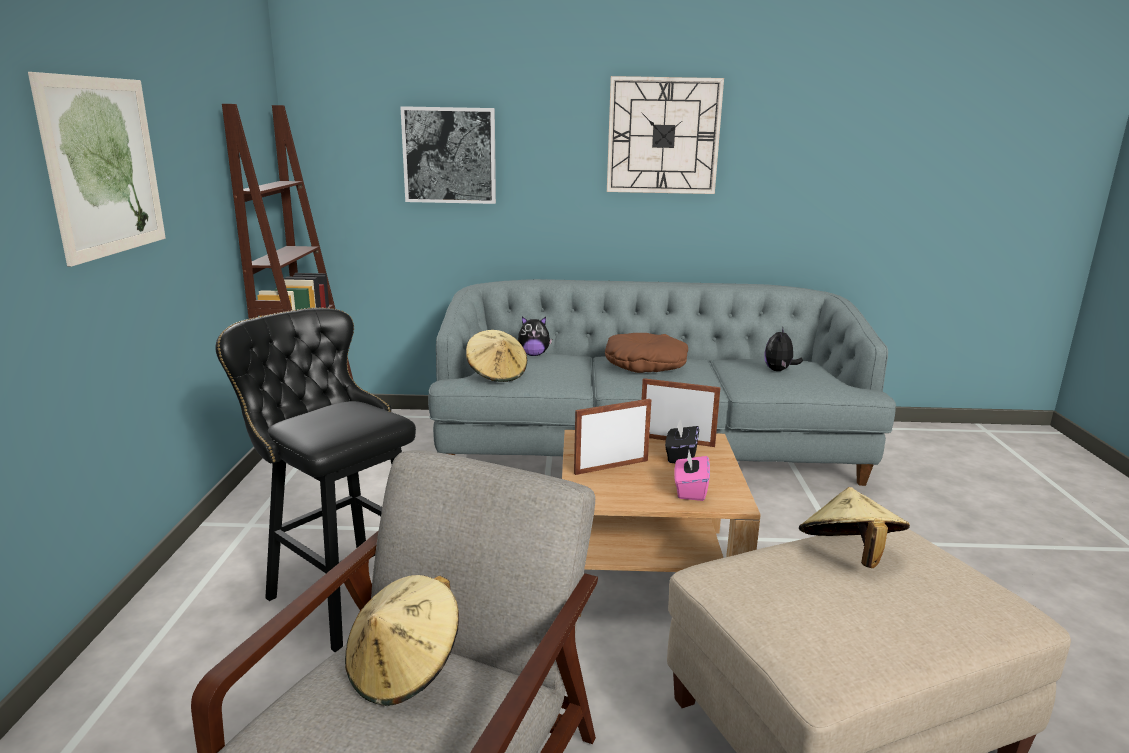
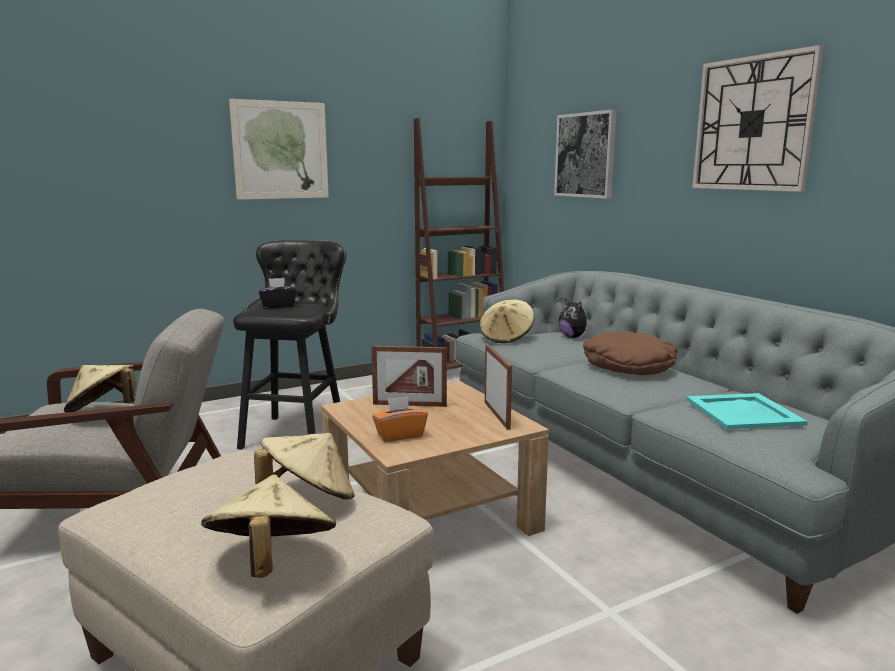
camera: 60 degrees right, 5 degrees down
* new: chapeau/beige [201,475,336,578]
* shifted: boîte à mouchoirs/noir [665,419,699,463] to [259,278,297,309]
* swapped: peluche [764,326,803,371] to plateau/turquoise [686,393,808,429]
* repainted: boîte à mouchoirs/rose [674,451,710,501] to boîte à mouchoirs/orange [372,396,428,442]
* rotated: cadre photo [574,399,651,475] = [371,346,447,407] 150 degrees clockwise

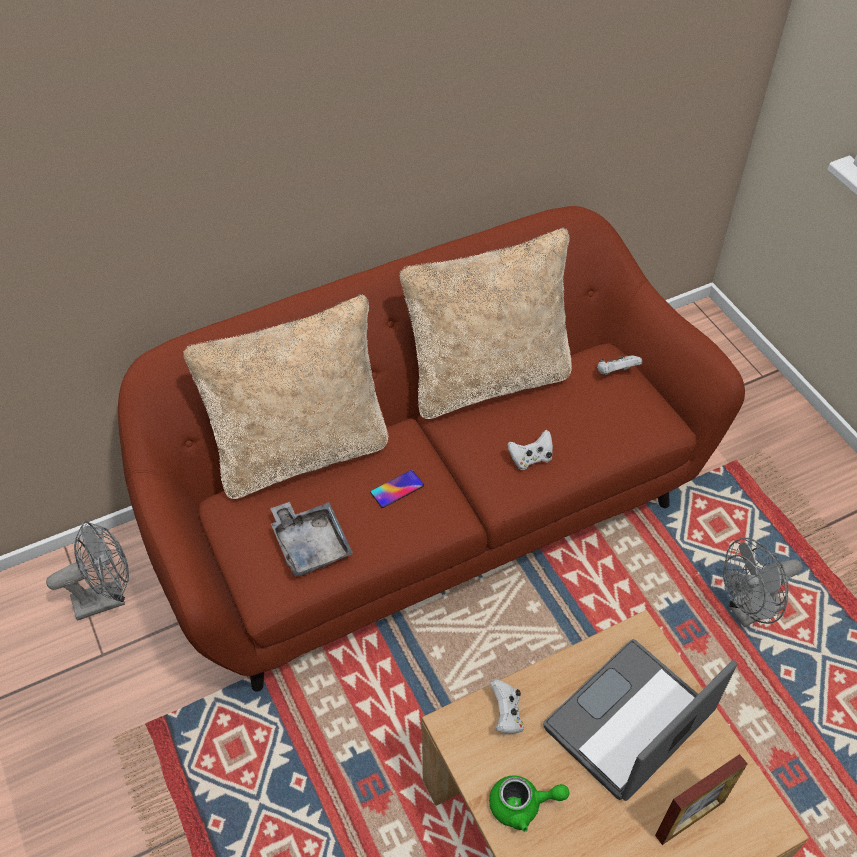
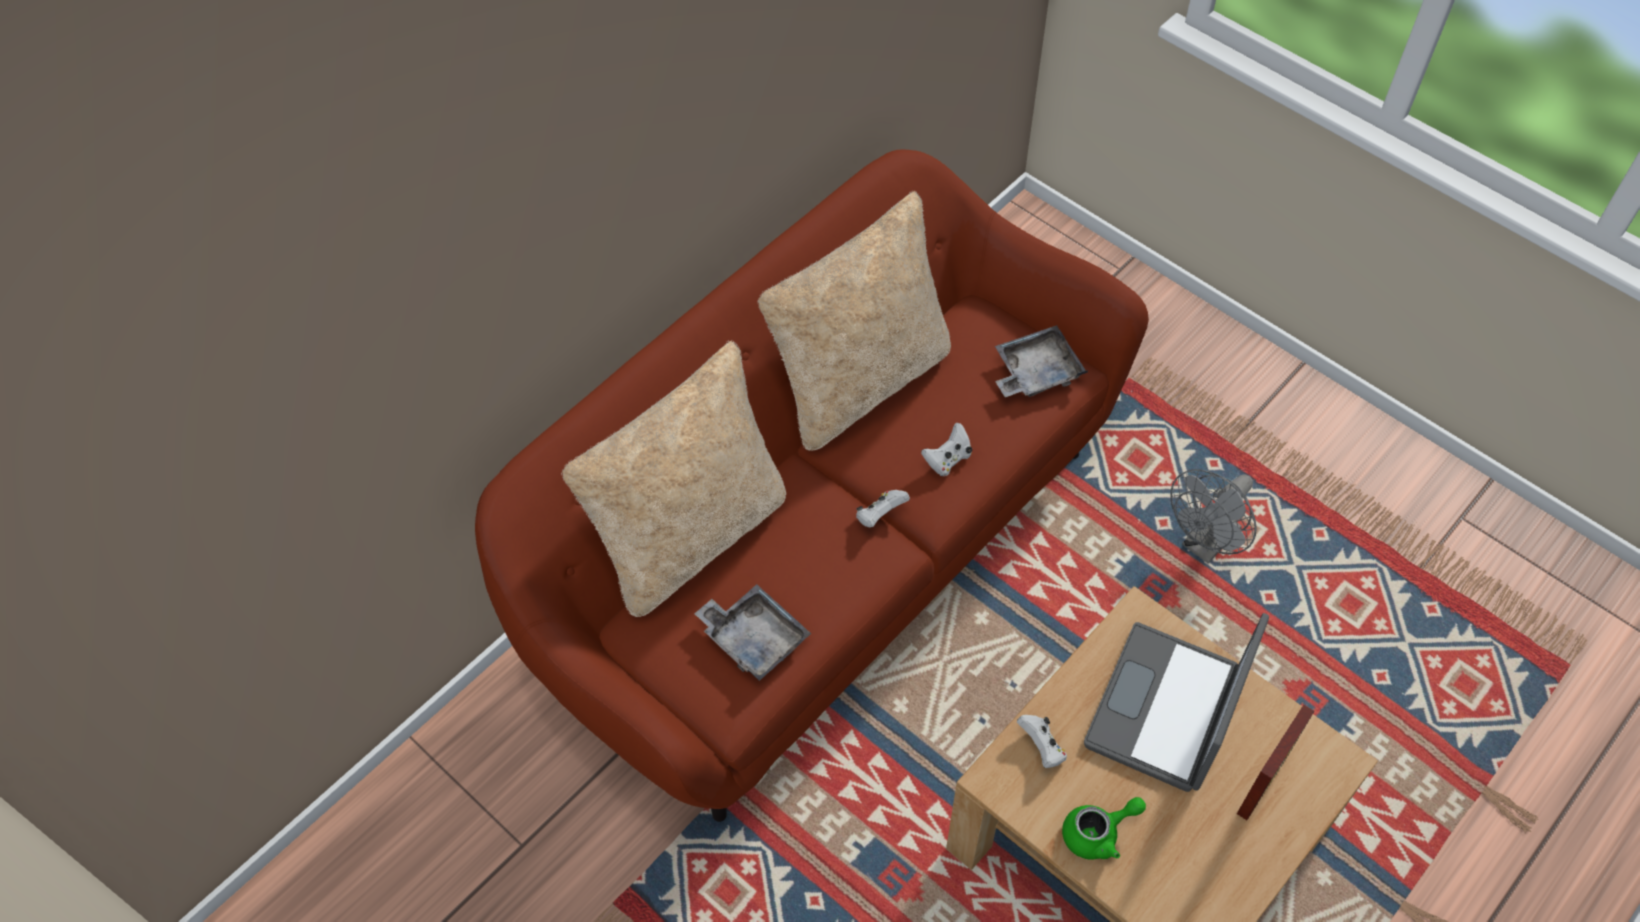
camera: 20 degrees left, 5 degrees up
* gone: ventilateur/gris [46,521,129,621]
* gone: téléphone [370,470,424,508]
* new: plateau/gris [995,325,1088,397]
* shifted: manette/blanc [597,355,642,375] to [856,490,910,528]

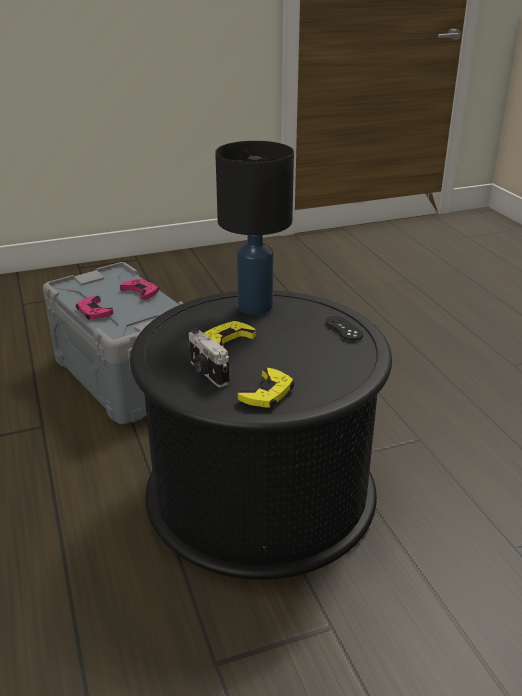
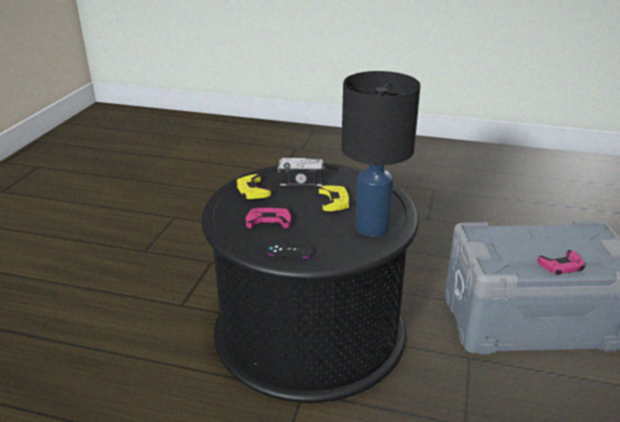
camera: 125 degrees right, 0 degrees up
* shifted: manette/rose [76,296,113,319] to [246,208,291,229]

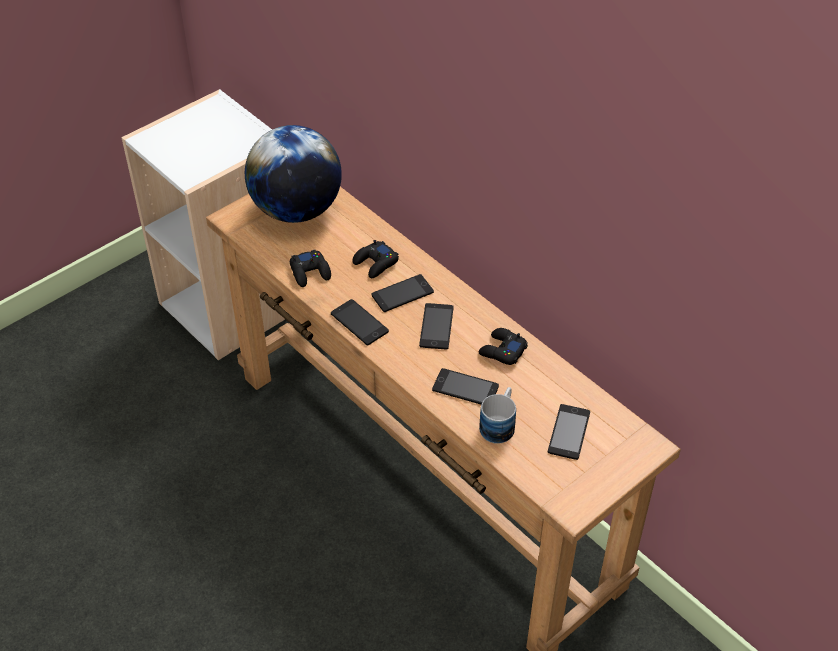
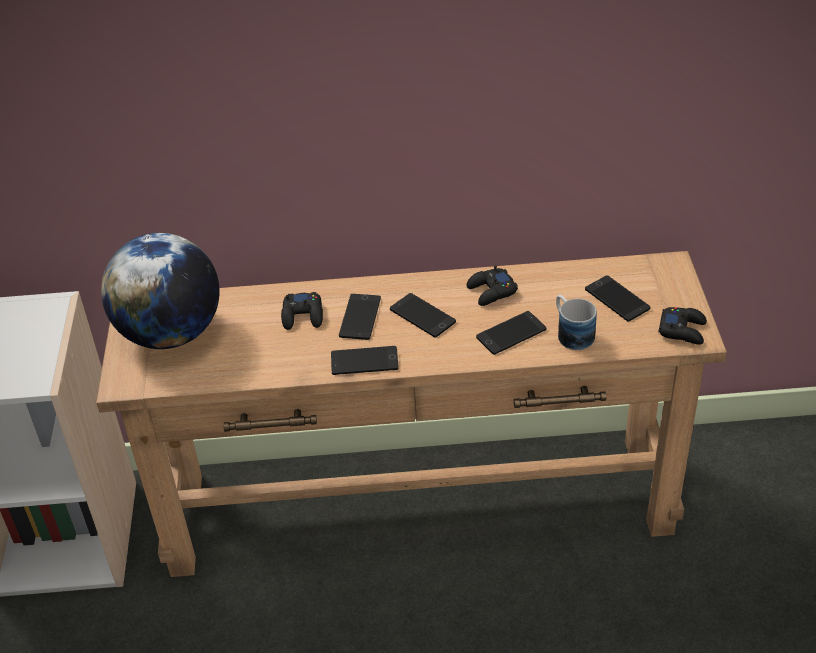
camera: 50 degrees left, 5 degrees down
* shifted: manette/noir [290,250,331,287] to [659,307,707,345]

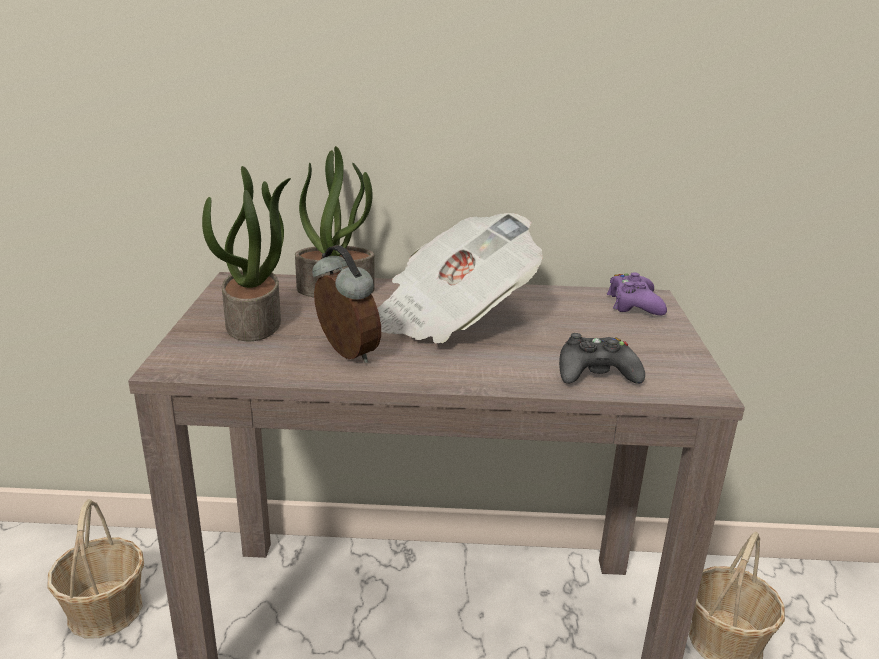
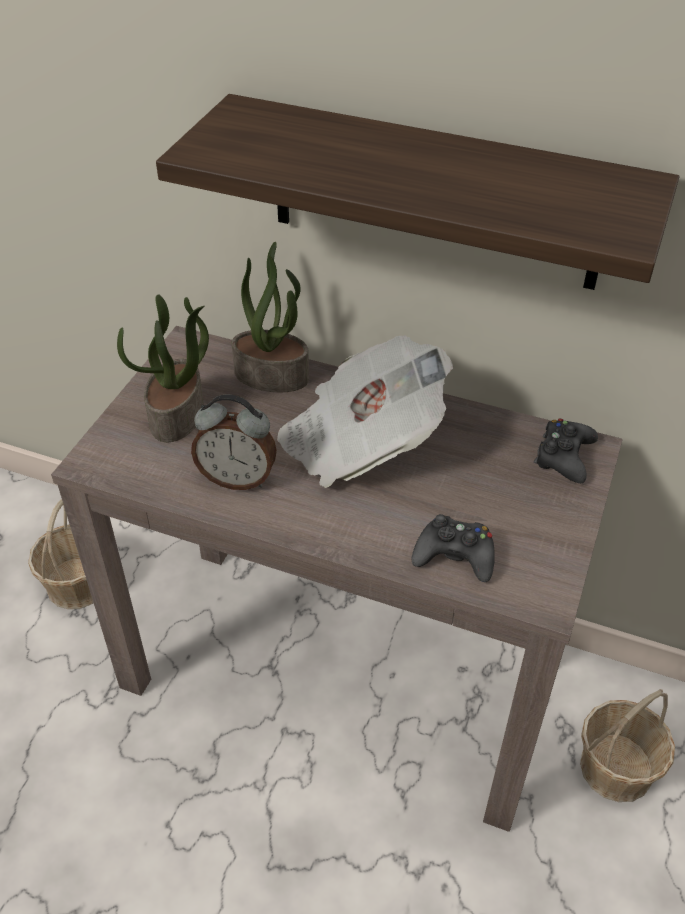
camera: 20 degrees right, 20 degrees up
* new: étagère [156,94,679,290]
* repainted: manette/violet [607,272,667,315] to manette/noir [534,419,598,483]
* rotated: réveil [312,245,381,363] = [191,394,277,490] 120 degrees clockwise

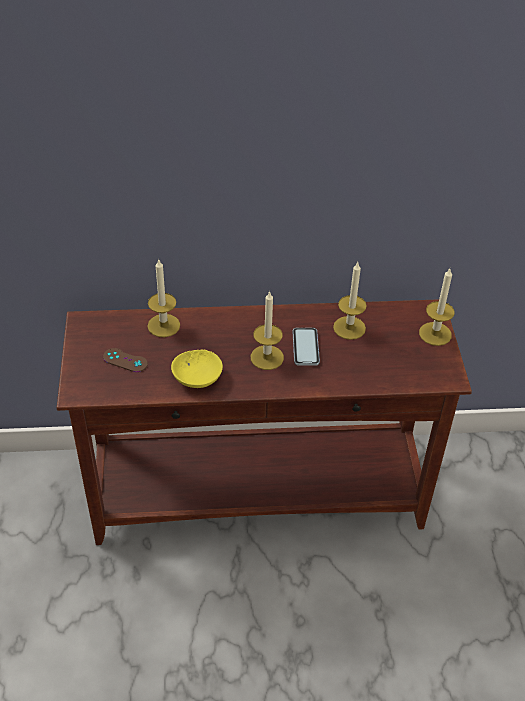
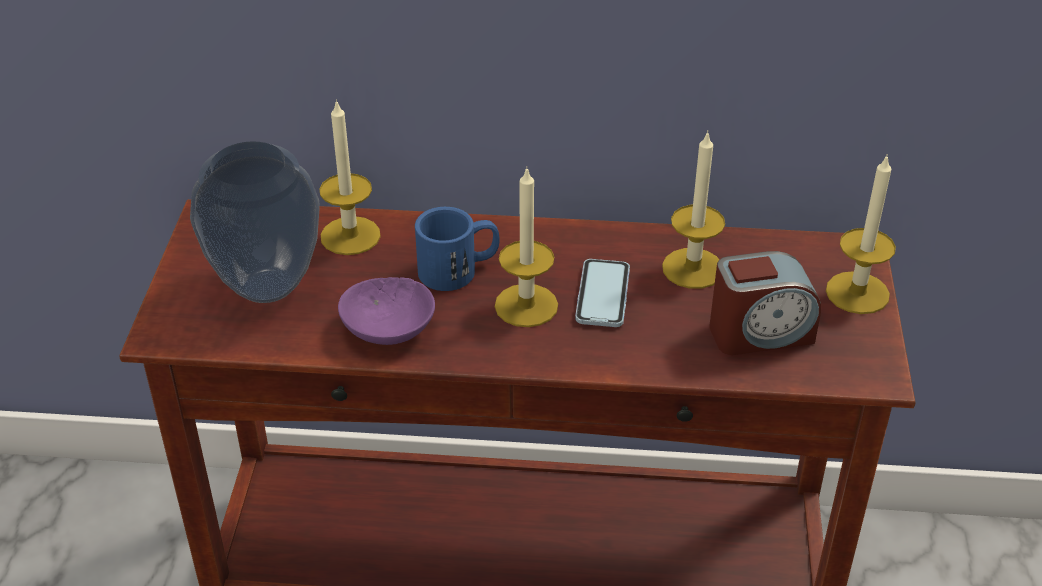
camera: 10 degrees right, 5 degrees down
* new: mug/bleu [415,207,500,291]
* new: réveil [709,251,821,355]
* swapped: manette/marron [103,348,148,372] to vase [190,141,320,303]
* repainted: bol/jaune [171,350,223,388] to bol/violet [338,277,435,345]

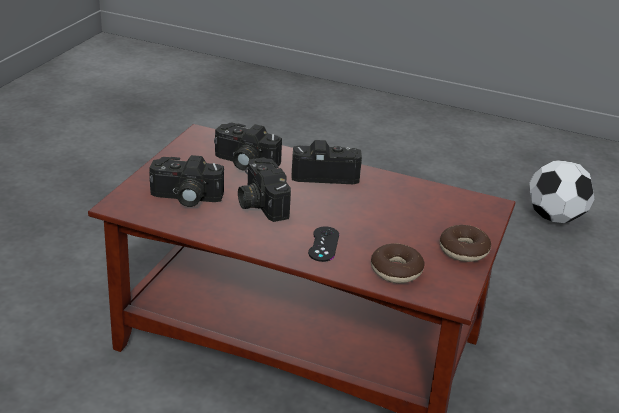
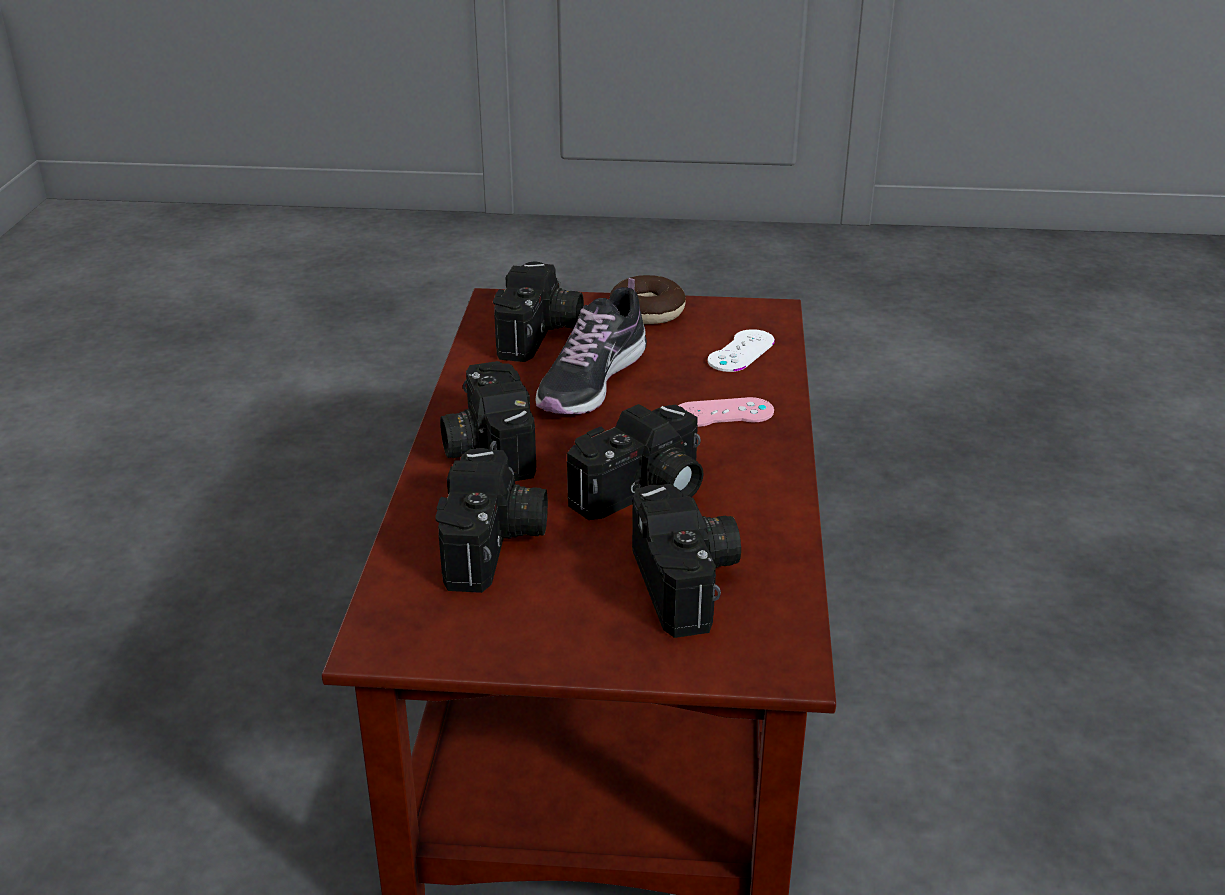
camera: 105 degrees left, 0 degrees up
* gone: ballon de foot [529,160,594,223]
* new: appareil photo [493,262,584,362]
* new: chaussure [536,278,647,414]
* swapped: beignet [371,243,425,283] to manette/blanc [708,329,775,372]
* repainted: manette/noir [308,226,339,262] to manette/rose [678,397,774,427]

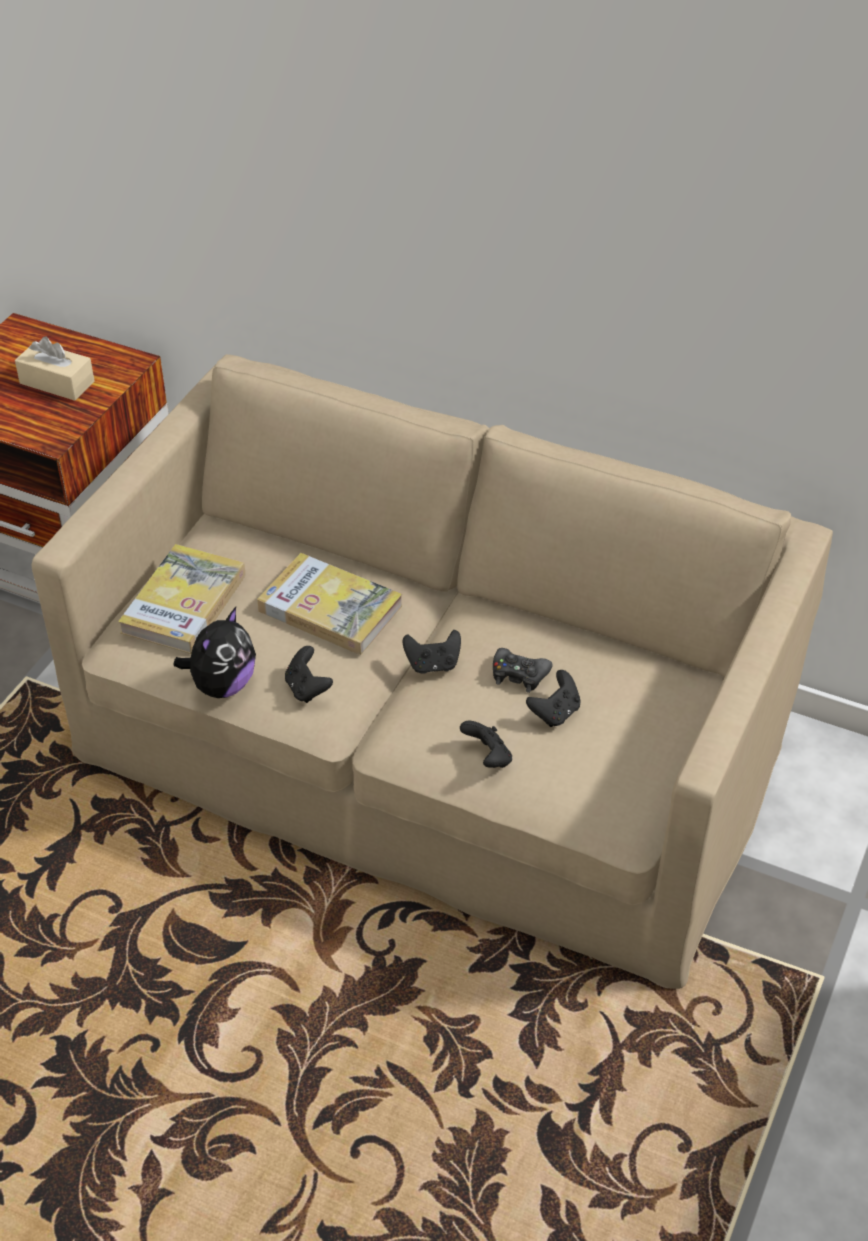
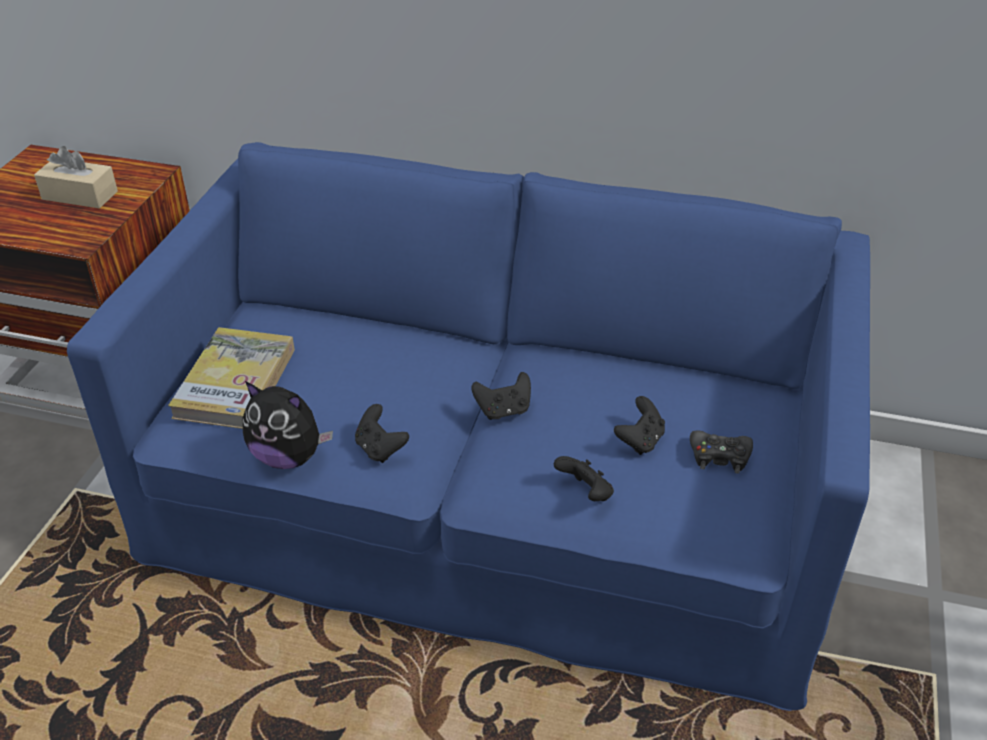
camera: 10 degrees left, 5 degrees down
* gone: livre [257,553,402,655]
* shifted: manette/noir [493,648,553,693] to [690,431,753,474]
* repainted: canapé/beige [32,354,833,989] to canapé/bleu [67,142,870,711]
* rotated: peluche [174,607,256,698] = [243,381,333,469] 90 degrees clockwise

